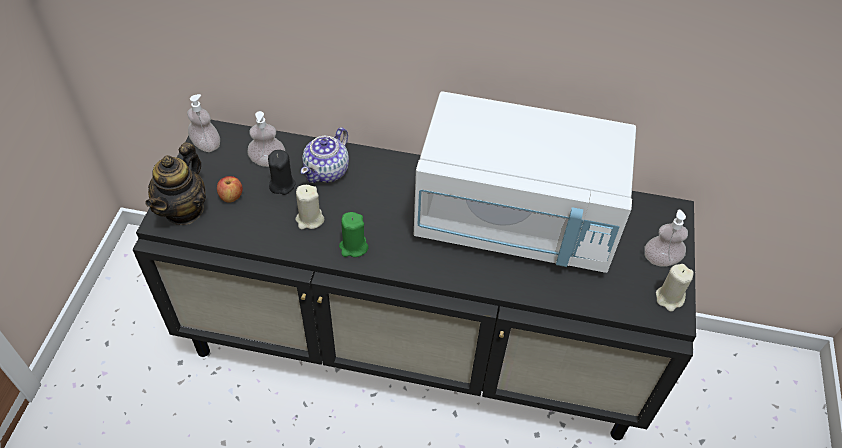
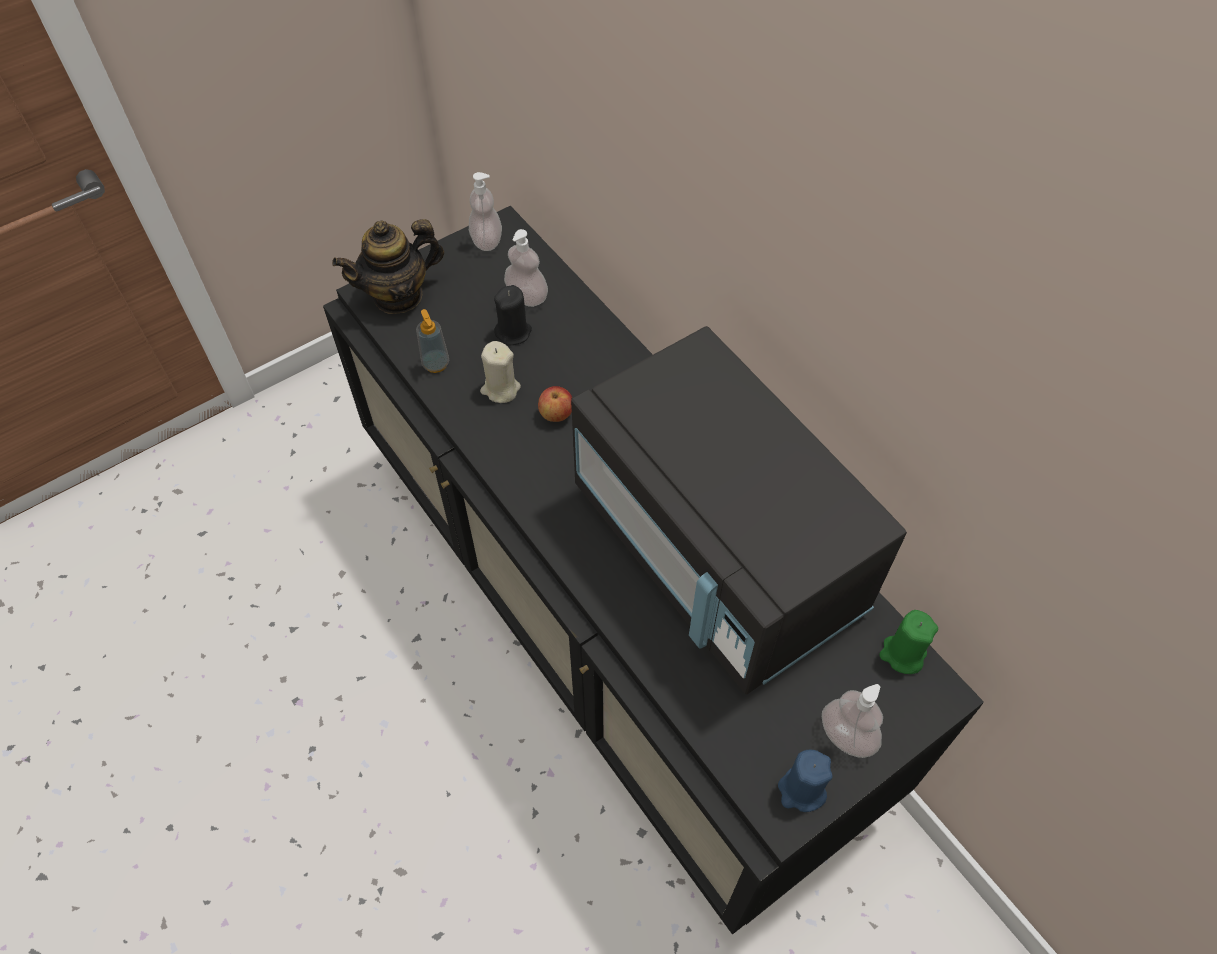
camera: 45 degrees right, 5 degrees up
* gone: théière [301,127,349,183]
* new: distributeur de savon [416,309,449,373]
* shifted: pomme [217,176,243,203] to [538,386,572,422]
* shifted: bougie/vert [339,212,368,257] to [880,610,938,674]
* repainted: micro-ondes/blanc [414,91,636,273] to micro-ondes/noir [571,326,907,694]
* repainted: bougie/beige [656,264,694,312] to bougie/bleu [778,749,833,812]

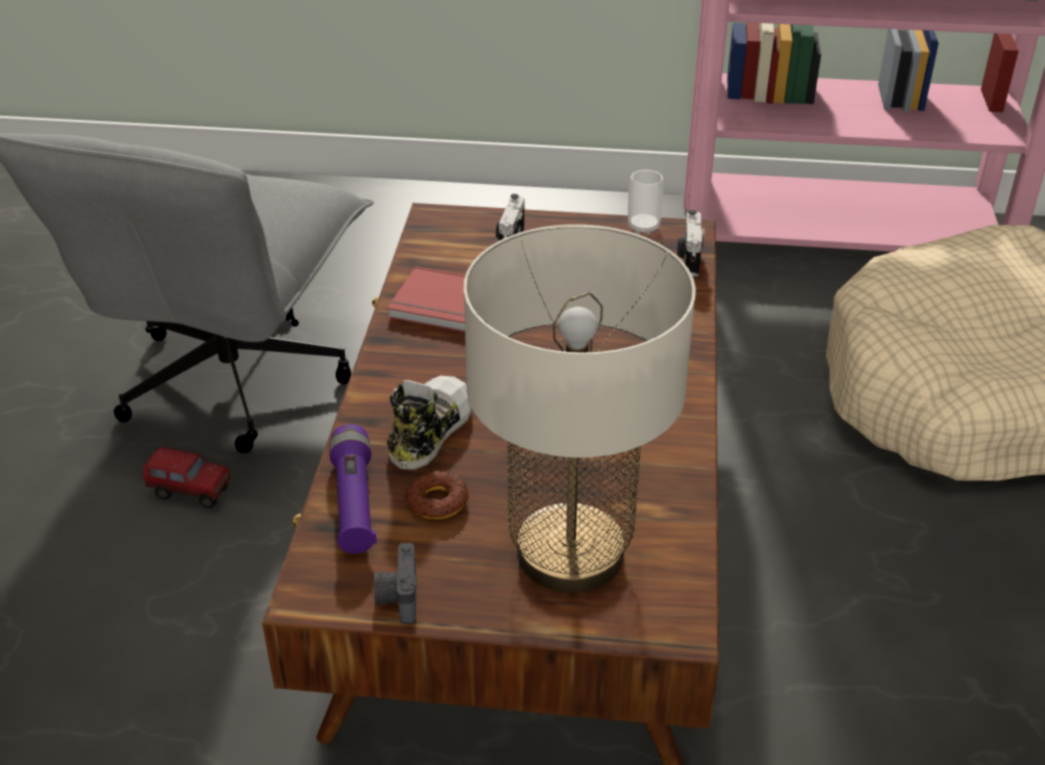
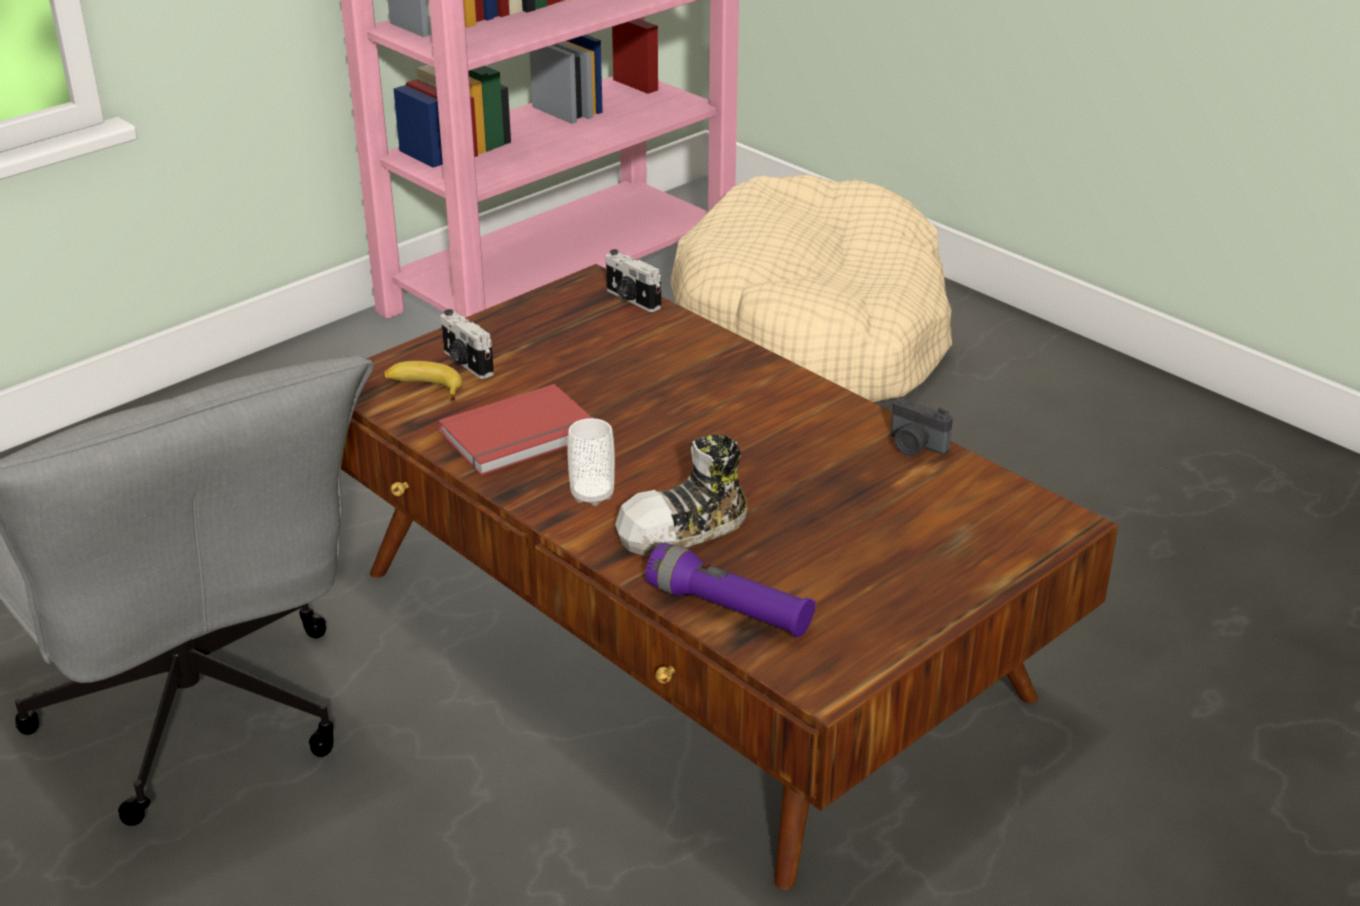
camera: 50 degrees left, 5 degrees down
* gone: camion jouet [144,447,230,508]
* gone: beignet [405,471,469,519]
* gone: lampe de table [464,224,696,592]
* new: banane [383,361,462,400]
* shifted: appareil photo [374,543,417,624] to [891,398,953,456]
* shifted: tasse [628,170,663,235] to [568,418,615,506]
* rotated: chaussure [387,376,472,470] = [615,435,747,556] 90 degrees counterclockwise

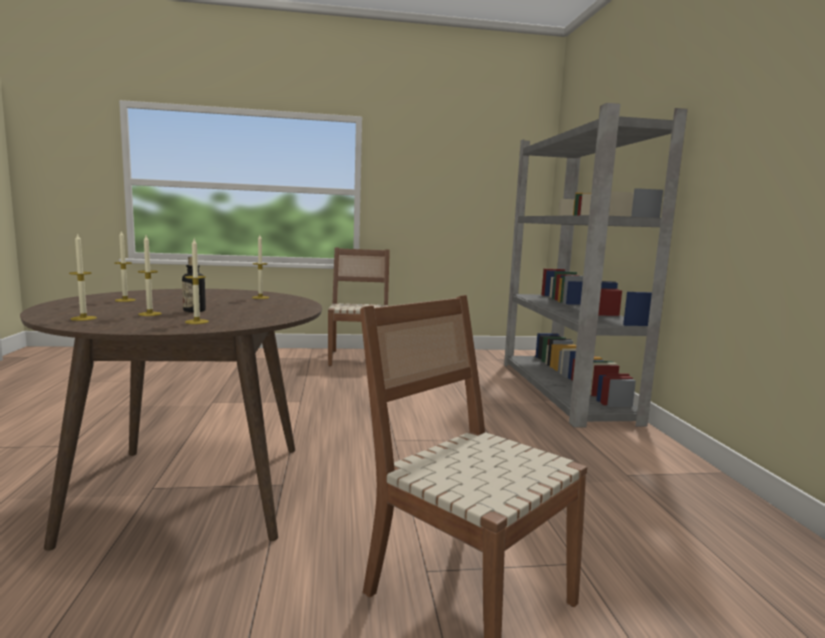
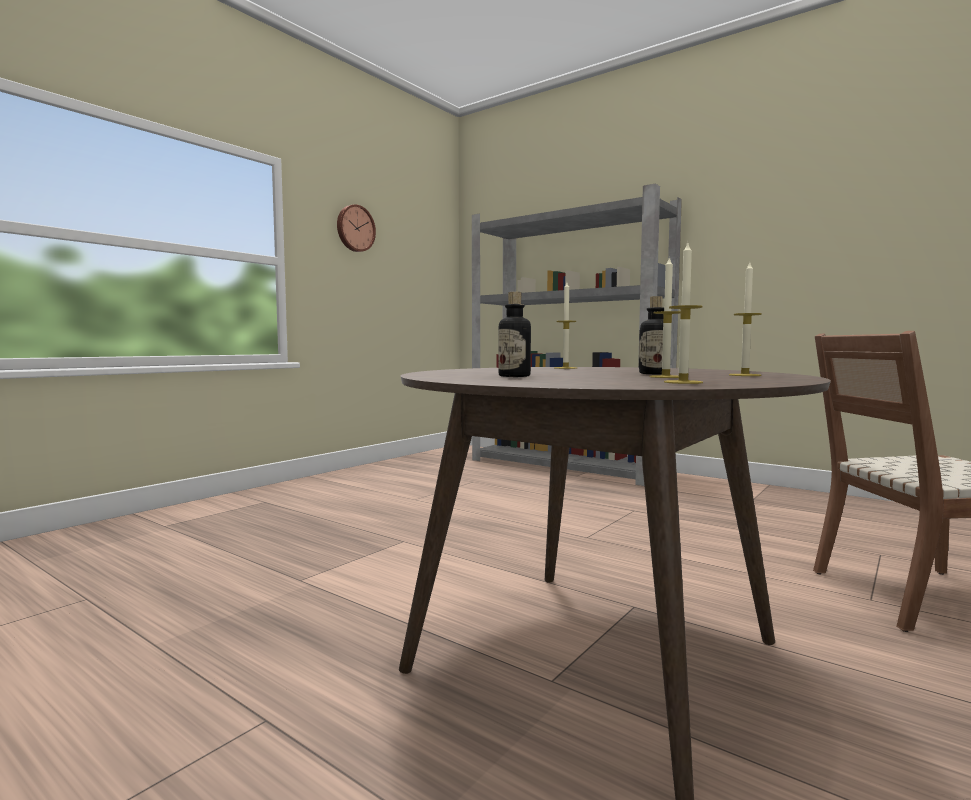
camera: 45 degrees left, 5 degrees down
* gone: chaise [328,247,390,366]
* new: horloge murale [337,204,376,252]
* swapped: bougie [114,231,136,302] to bouteille [498,292,531,377]

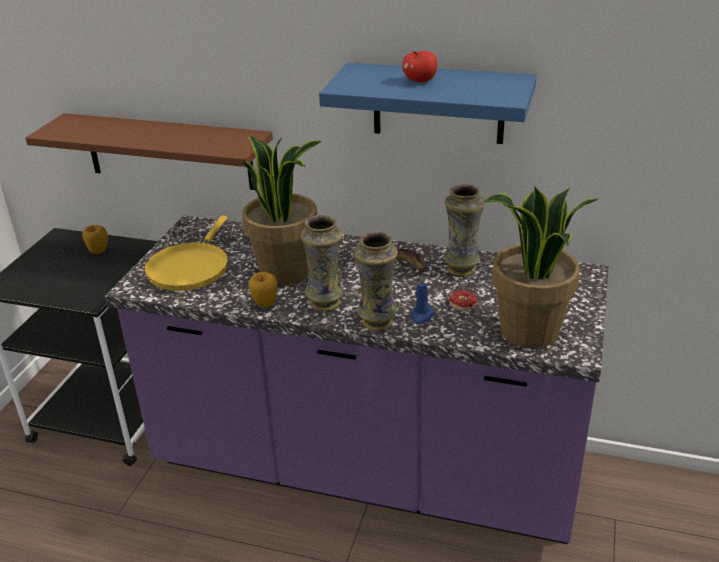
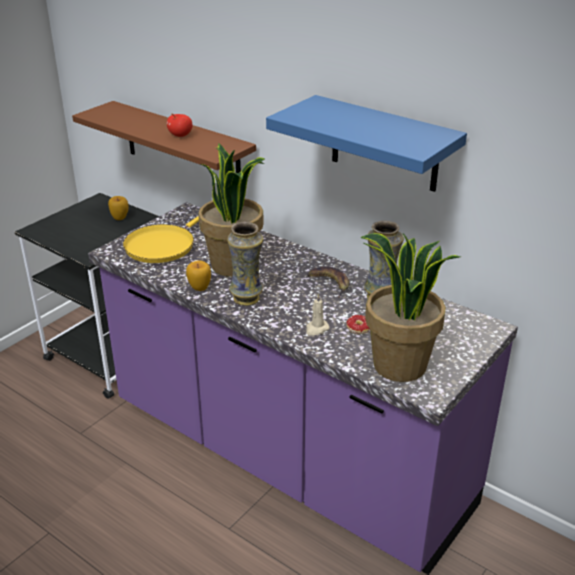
camera: 20 degrees right, 0 degrees up
* gone: vase [354,231,398,331]
* shifted: pomme [402,51,437,82] to [167,114,192,137]
* repainted: bougie/bleu [410,276,435,324] to bougie/beige [306,293,330,335]

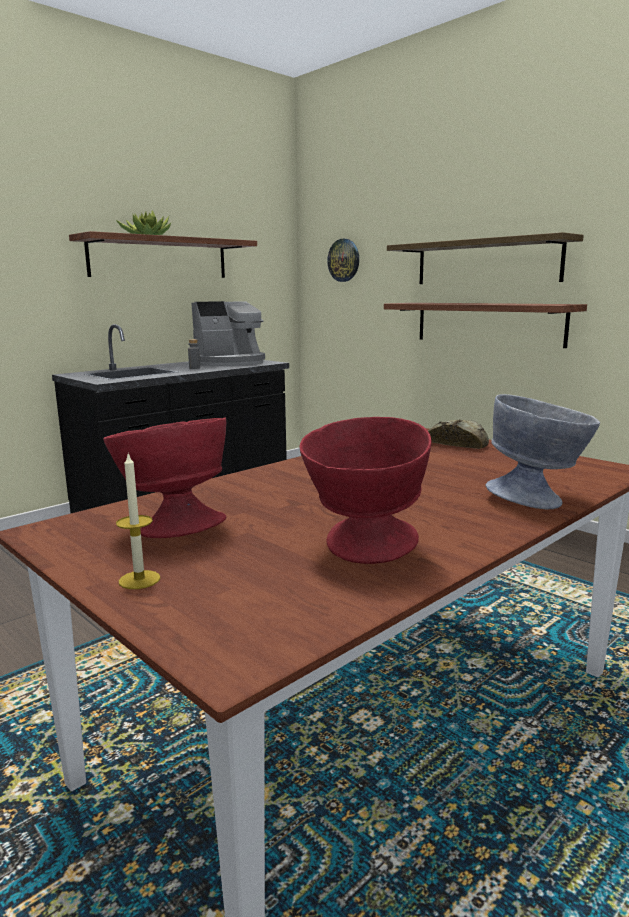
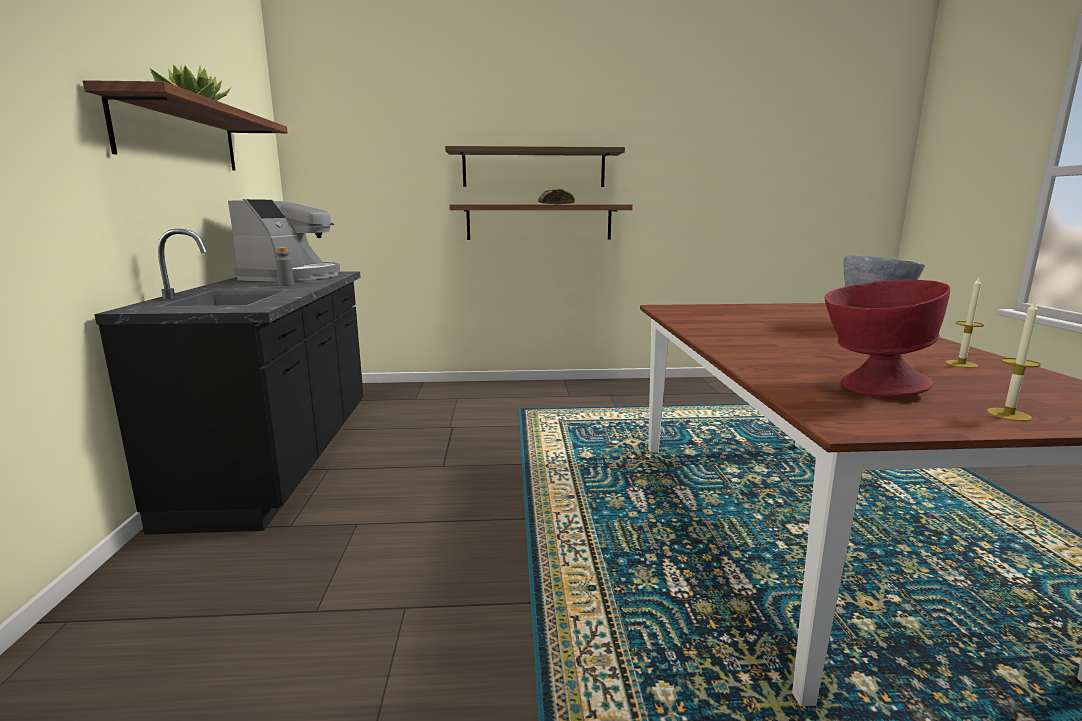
camera: 50 degrees left, 0 degrees up
* gone: horloge murale [327,239,359,282]
* shifted: pain [428,420,489,449] to [538,189,575,204]
* swapped: bol/rouge [299,417,432,564] to bougie [945,278,984,368]

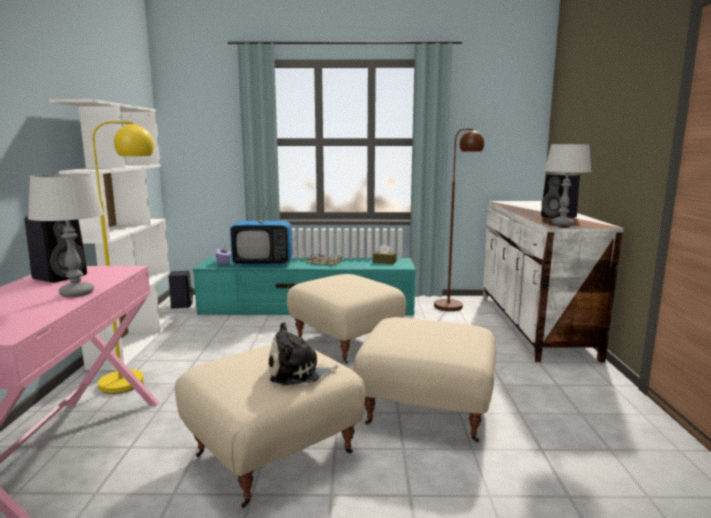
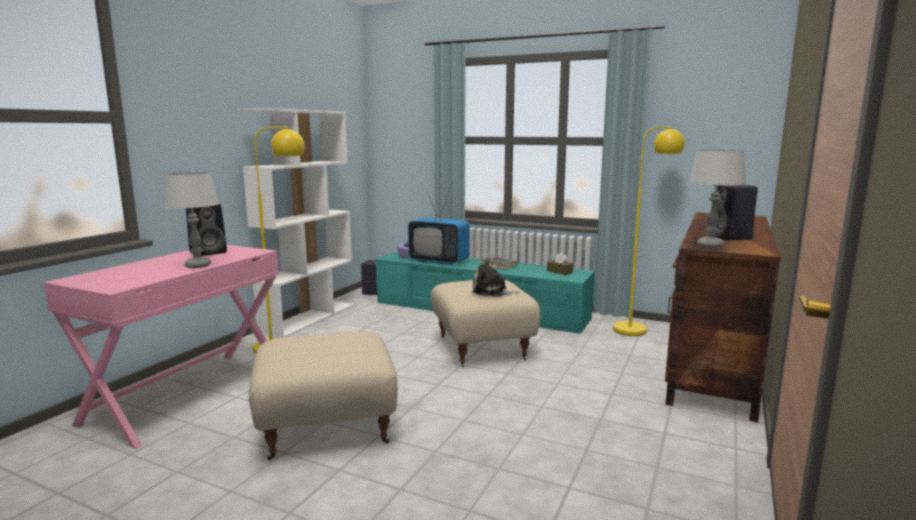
camera: 25 degrees right, 0 degrees up
* gone: pouf/beige [353,317,496,442]
* shifted: peluche [268,322,338,385] to [472,260,520,297]
* repainted: lampadaire/marron [434,129,485,311] to lampadaire/jaune [613,127,685,336]
* repainted: meuble de rangement/blanc [483,201,624,362] to meuble de rangement/marron [665,212,781,422]

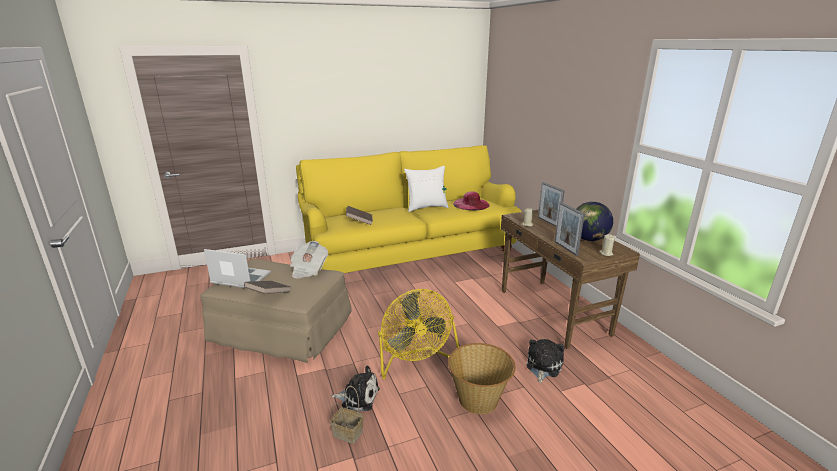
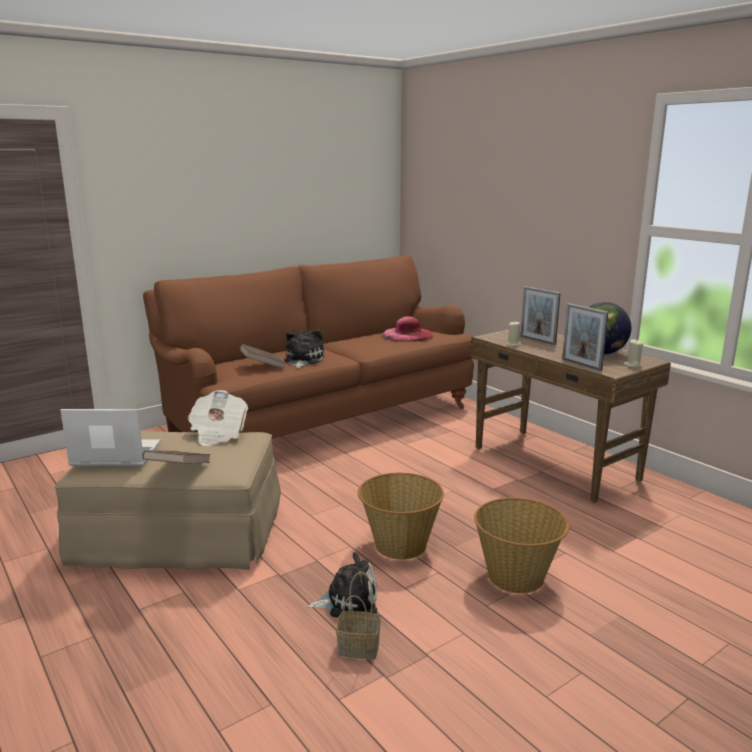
camera: 15 degrees left, 5 degrees down
* gone: coussin/blanc [404,166,448,212]
* shifted: peluche [526,339,564,383] to [284,330,324,369]
* swapped: ventilateur/jaune [378,289,459,379] to panier [358,473,444,560]
* repainted: canapé/jaune [296,145,521,273] to canapé/marron [143,256,474,439]

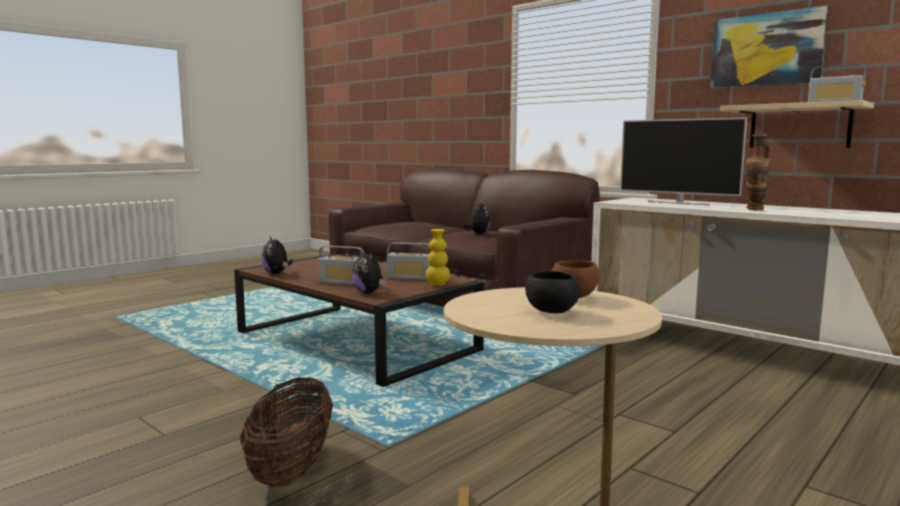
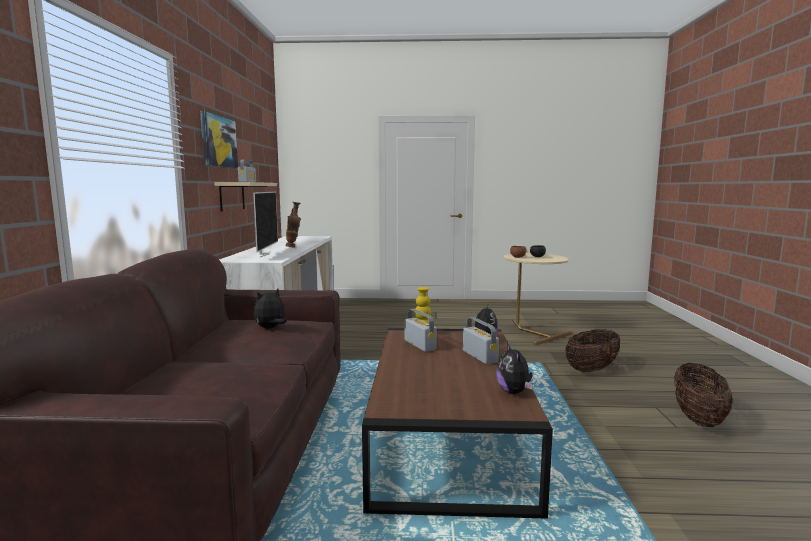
camera: 130 degrees left, 0 degrees up
* new: panier [674,363,733,427]
* rotated: peluche [262,237,293,274] = [496,343,533,394] 150 degrees clockwise

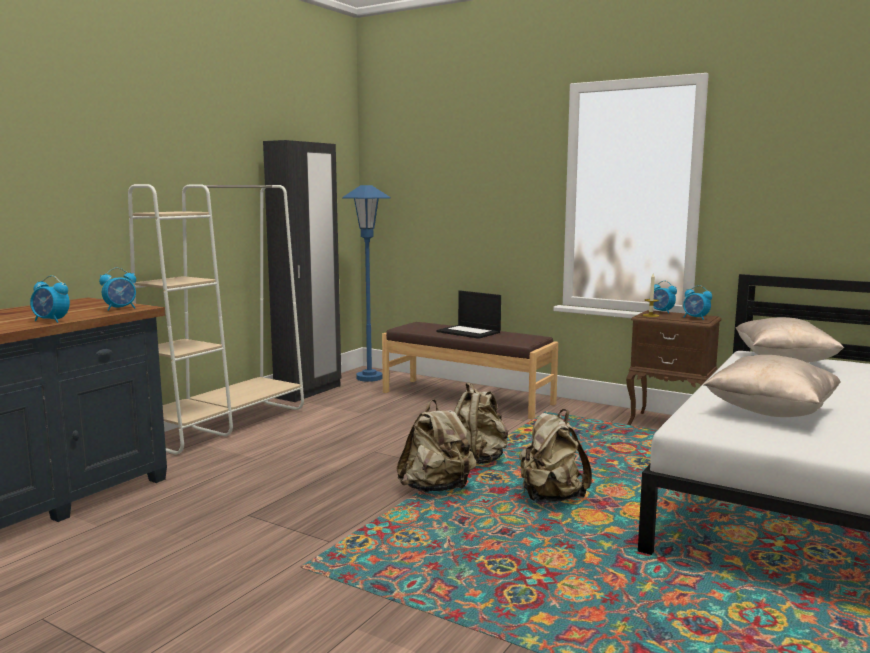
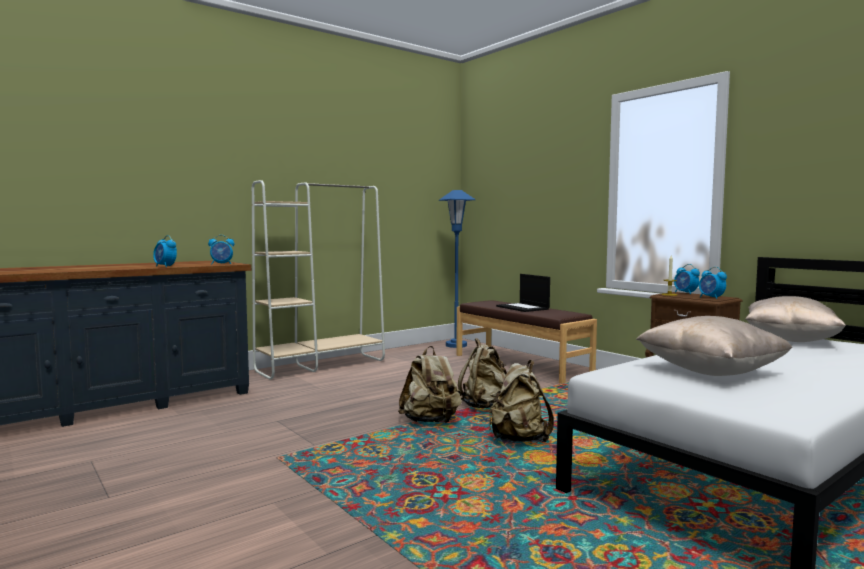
camera: 20 degrees right, 5 degrees down
* gone: armoire/noir [263,140,341,402]

